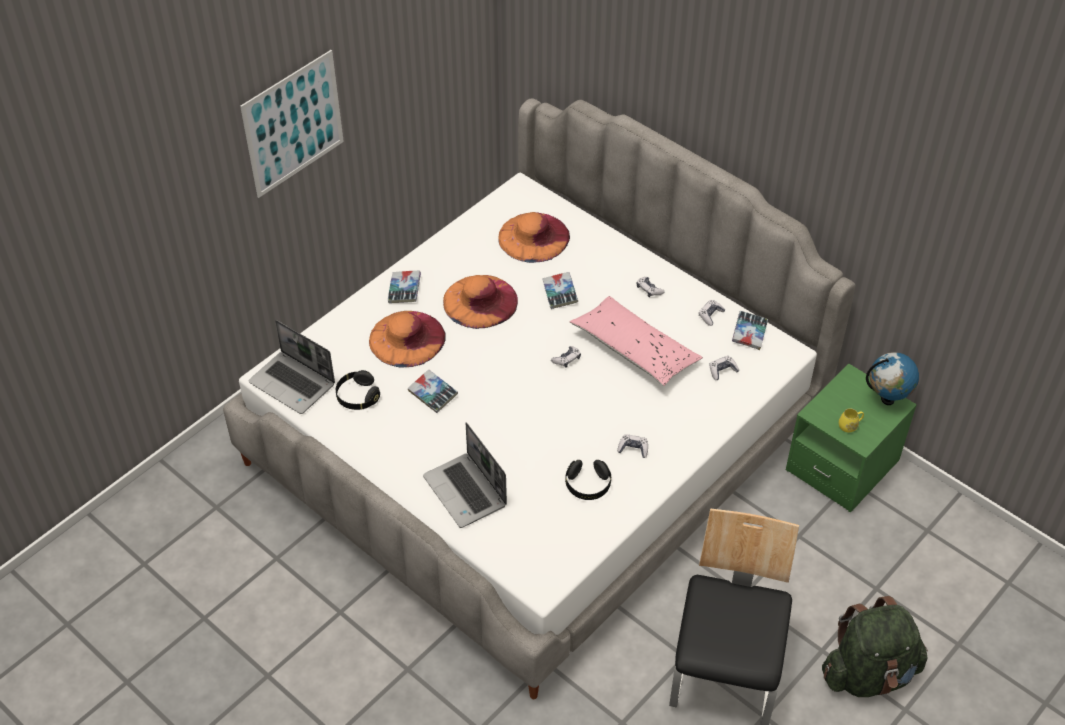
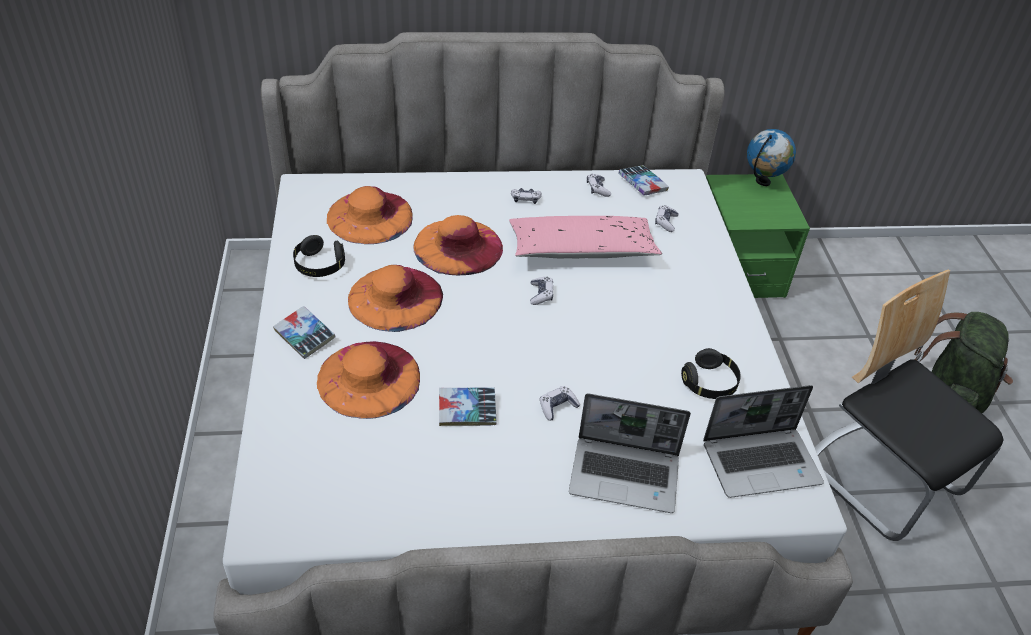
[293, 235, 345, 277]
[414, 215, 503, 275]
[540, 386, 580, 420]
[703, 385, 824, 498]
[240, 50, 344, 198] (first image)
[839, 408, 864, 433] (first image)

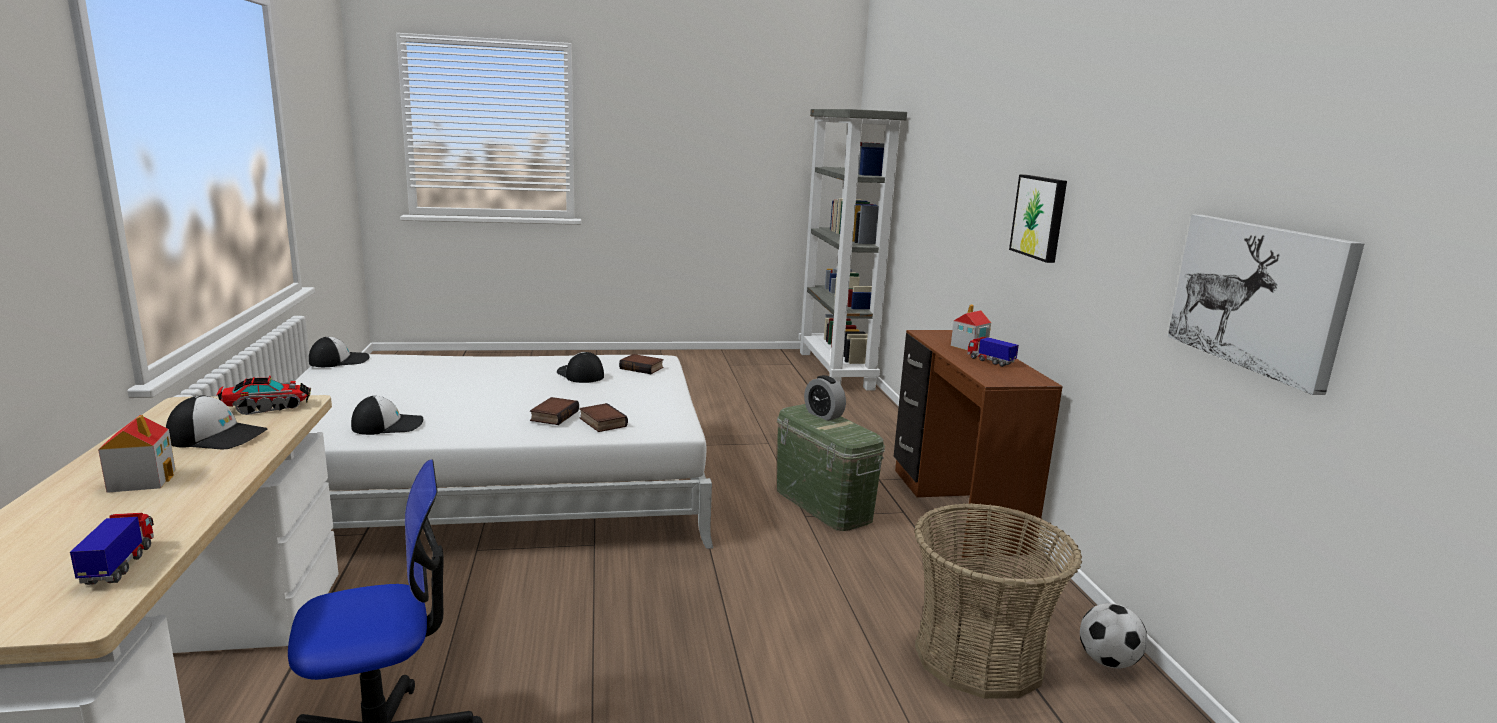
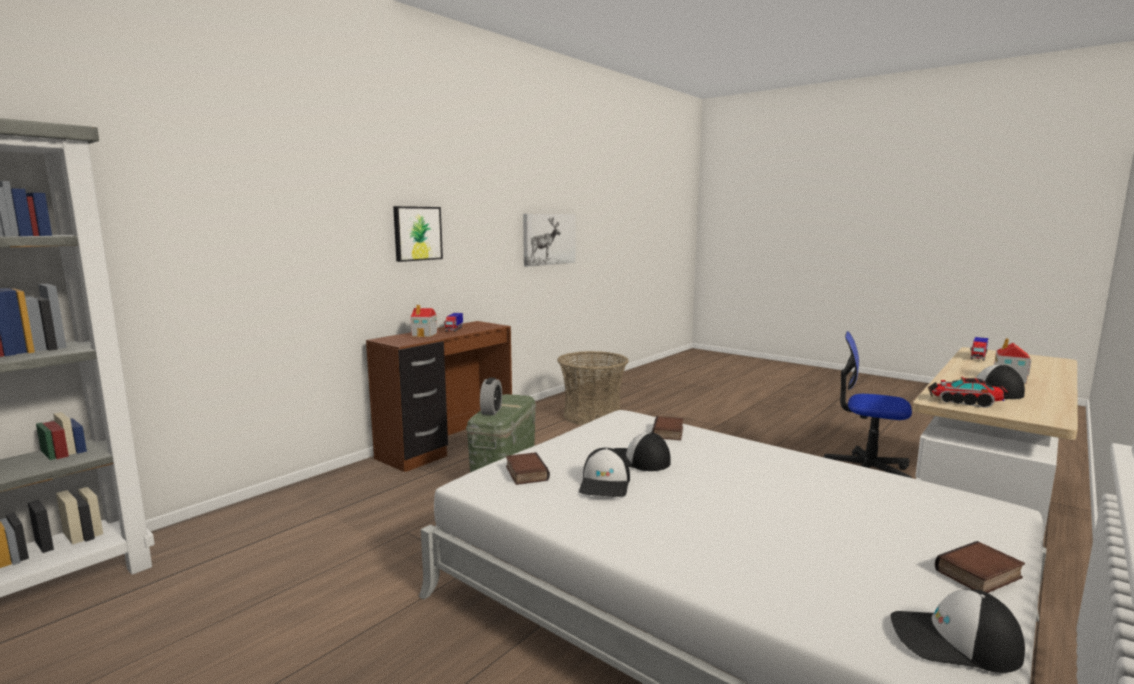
[614, 432, 671, 471]
[935, 541, 1025, 593]
[1080, 603, 1147, 668] (first image)

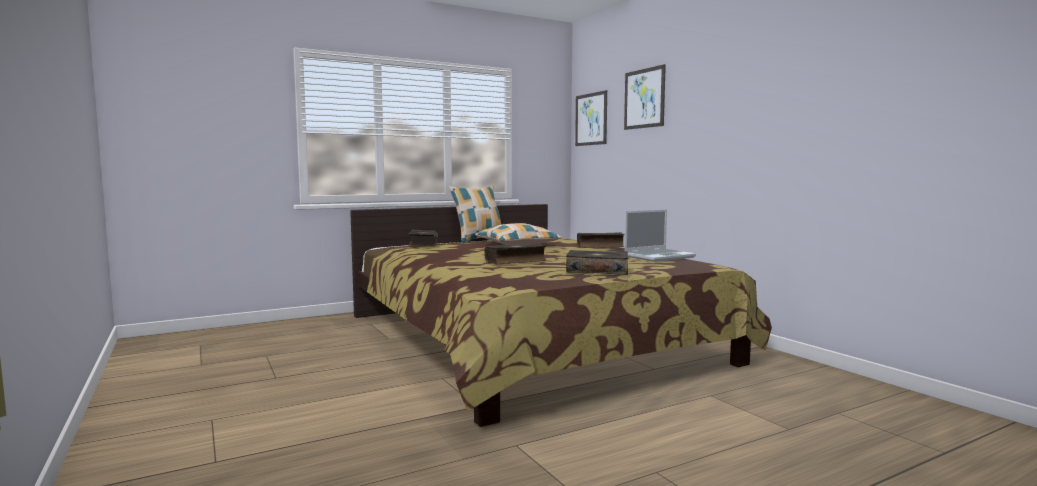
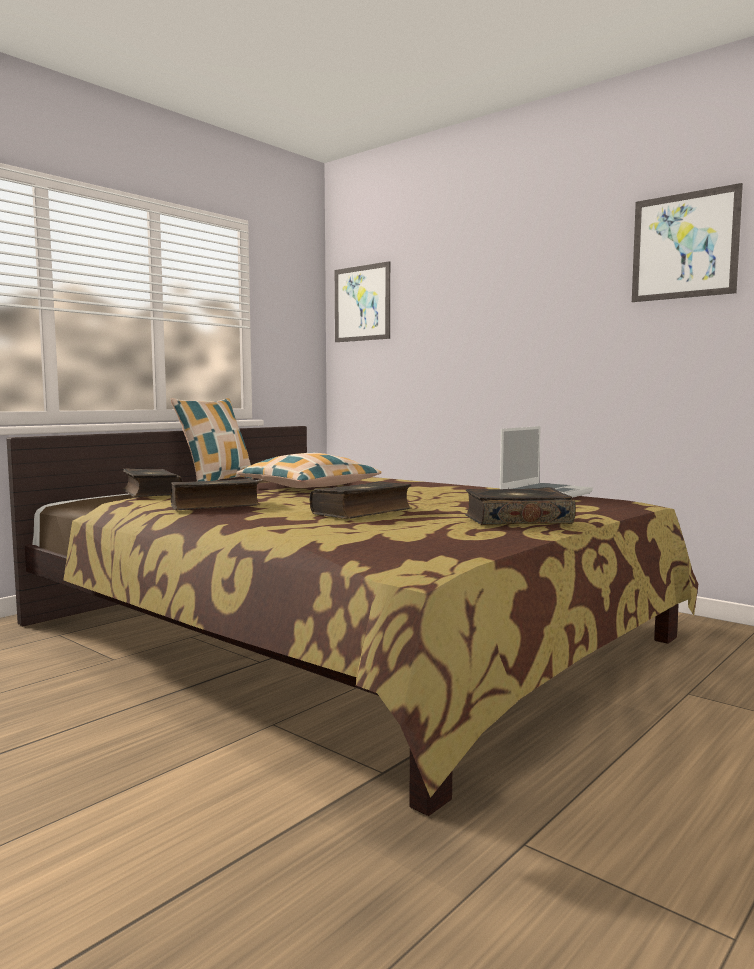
[170, 478, 260, 510]
[632, 183, 743, 302]

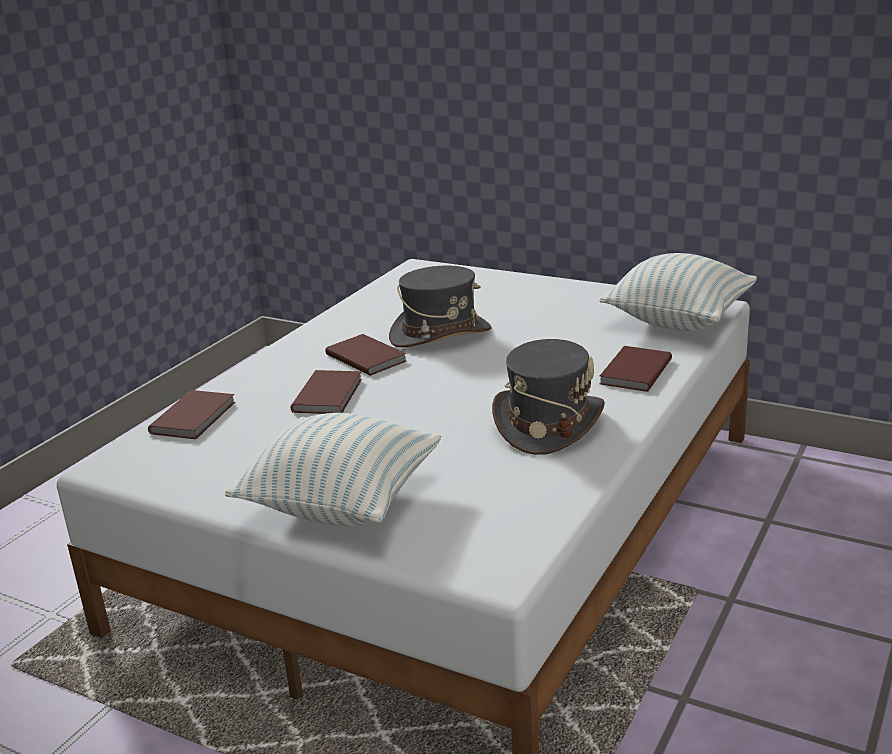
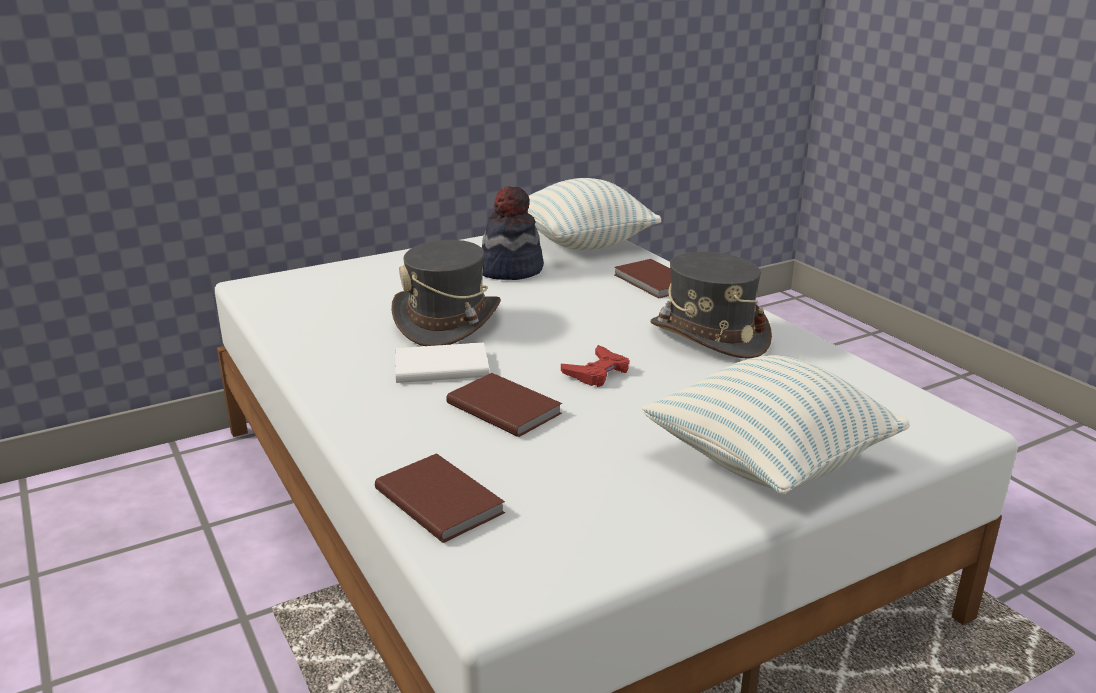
[395, 342, 490, 383]
[482, 186, 544, 280]
[561, 345, 629, 387]

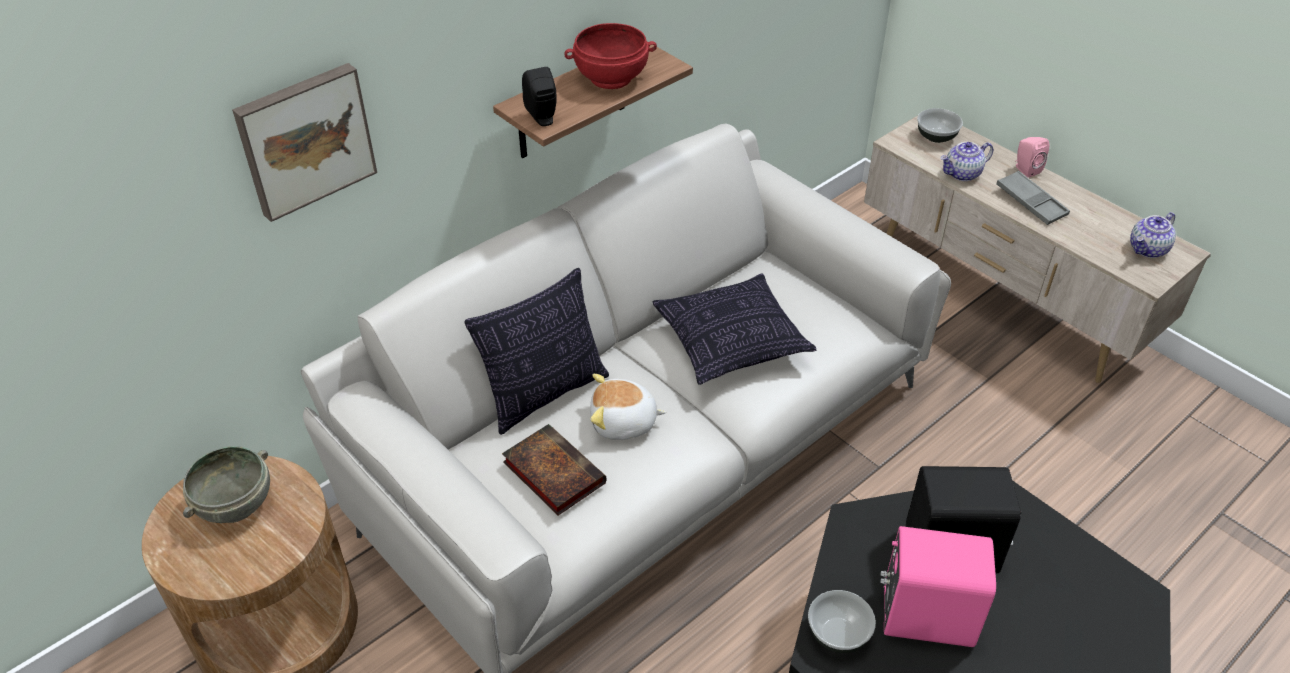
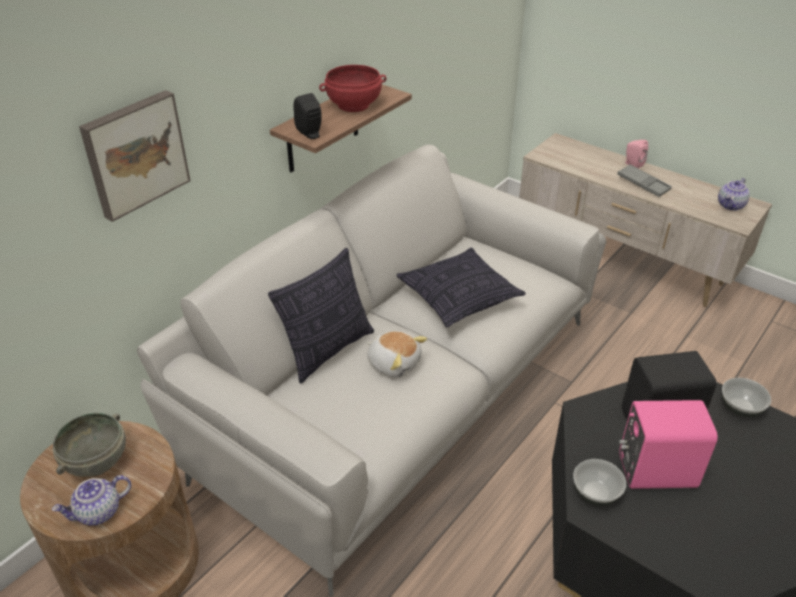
[52, 475, 131, 526]
[367, 331, 427, 378]
[722, 378, 771, 417]
[502, 424, 606, 516] (first image)

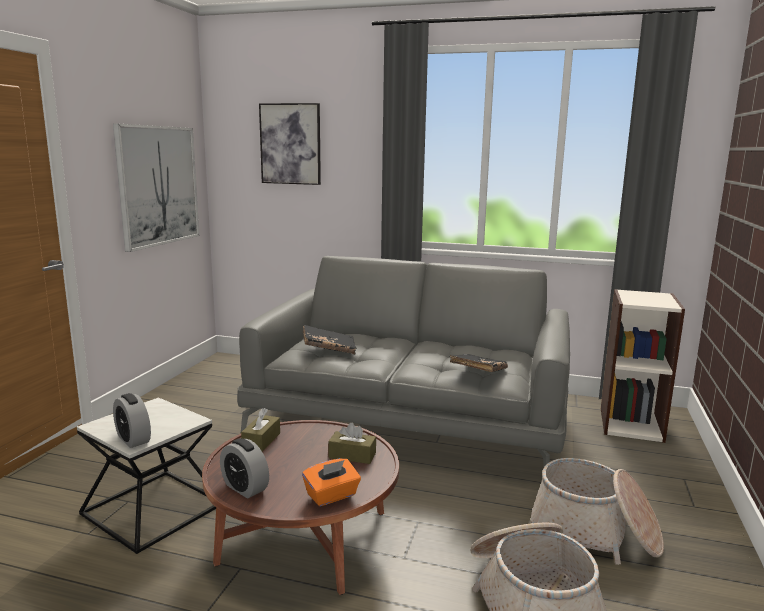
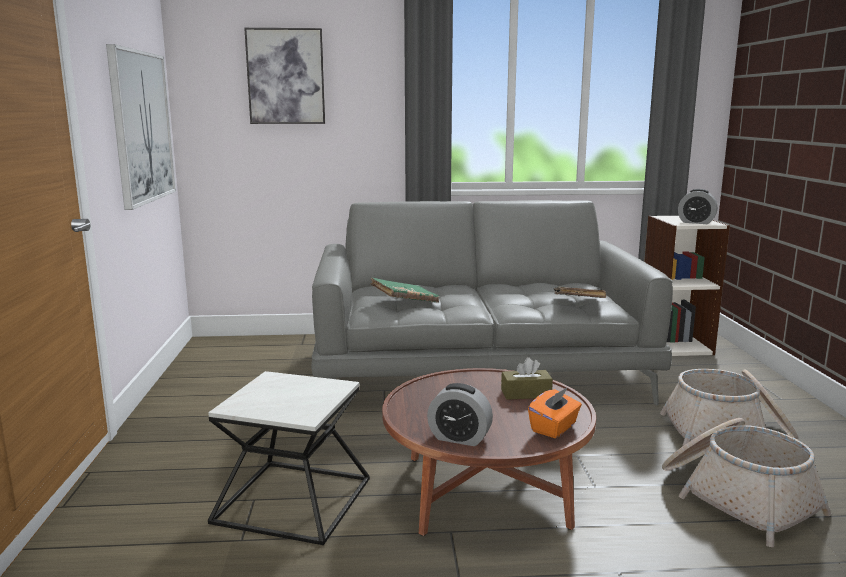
[370, 278, 439, 303]
[678, 189, 718, 224]
[241, 408, 280, 452] (first image)

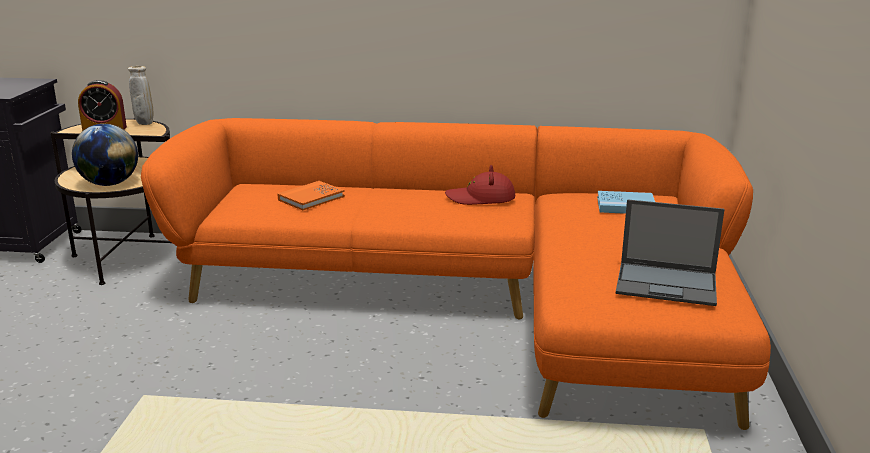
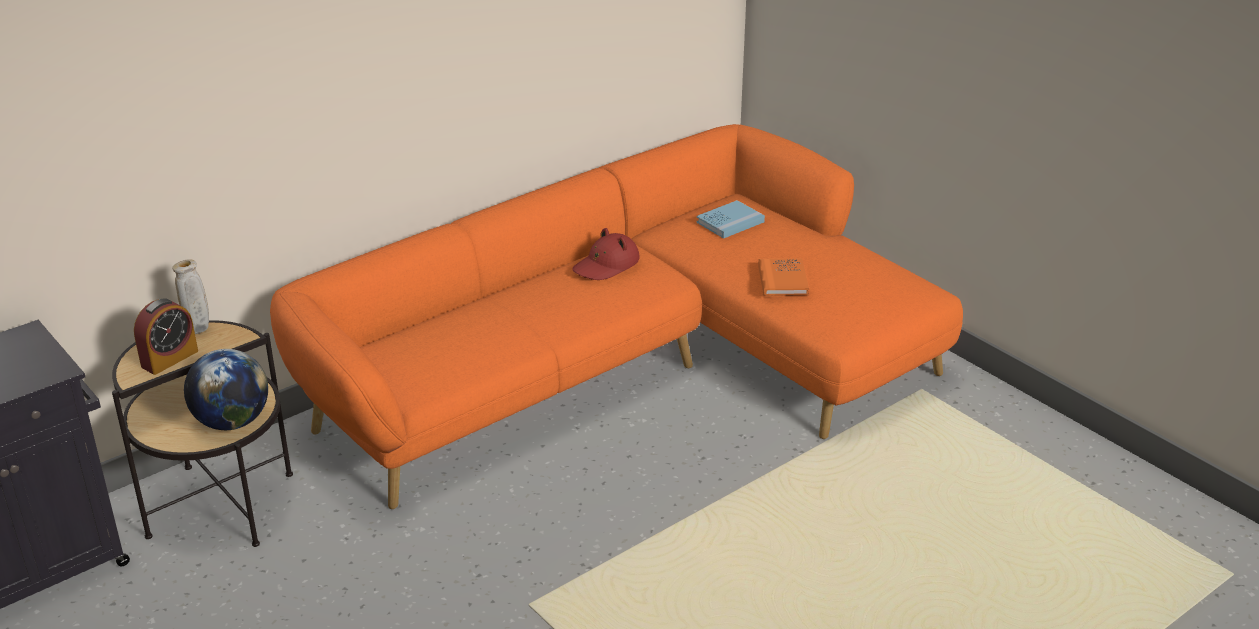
[758, 258, 809, 296]
[616, 199, 725, 306] (first image)

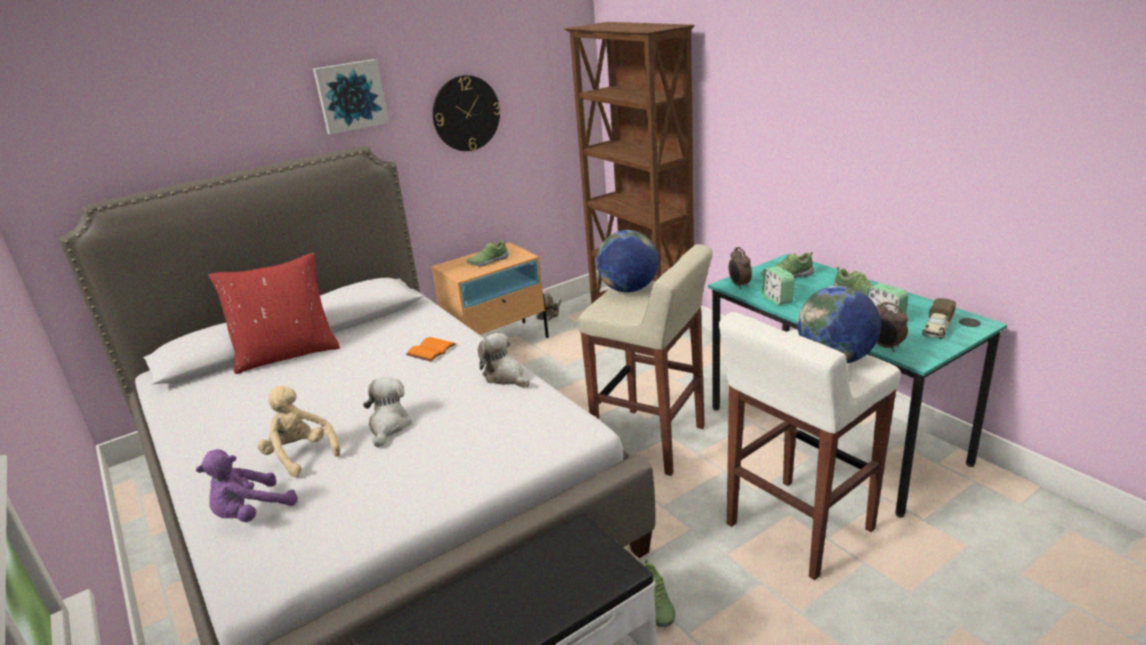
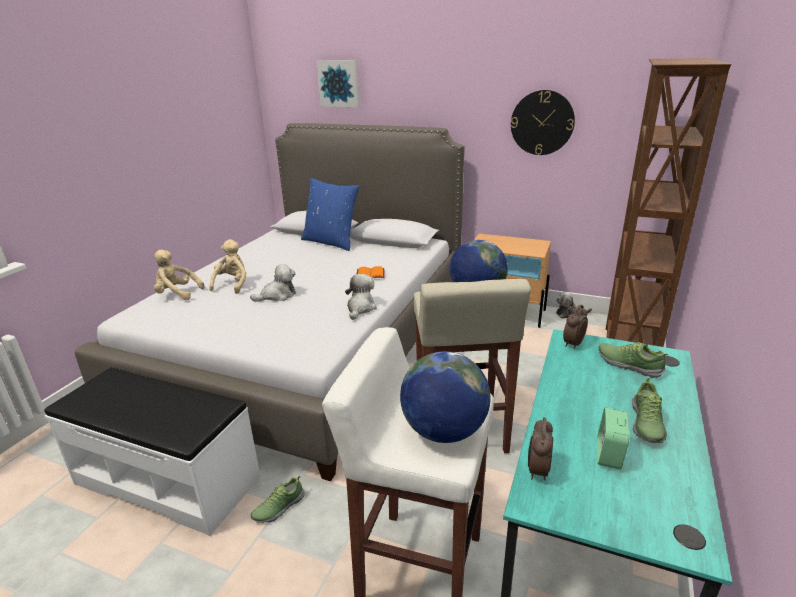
[154, 250, 204, 300]
[301, 178, 359, 251]
[316, 60, 360, 107]
[467, 240, 509, 267] (first image)
[762, 266, 795, 305] (first image)
[922, 298, 956, 339] (first image)

